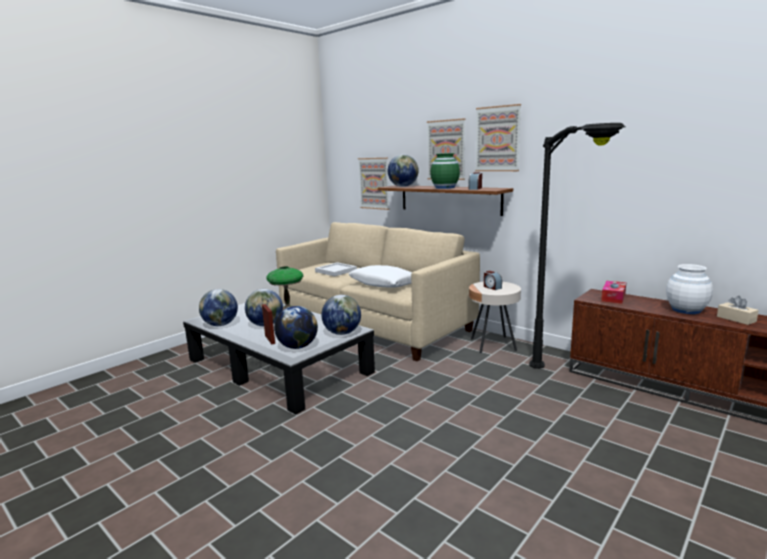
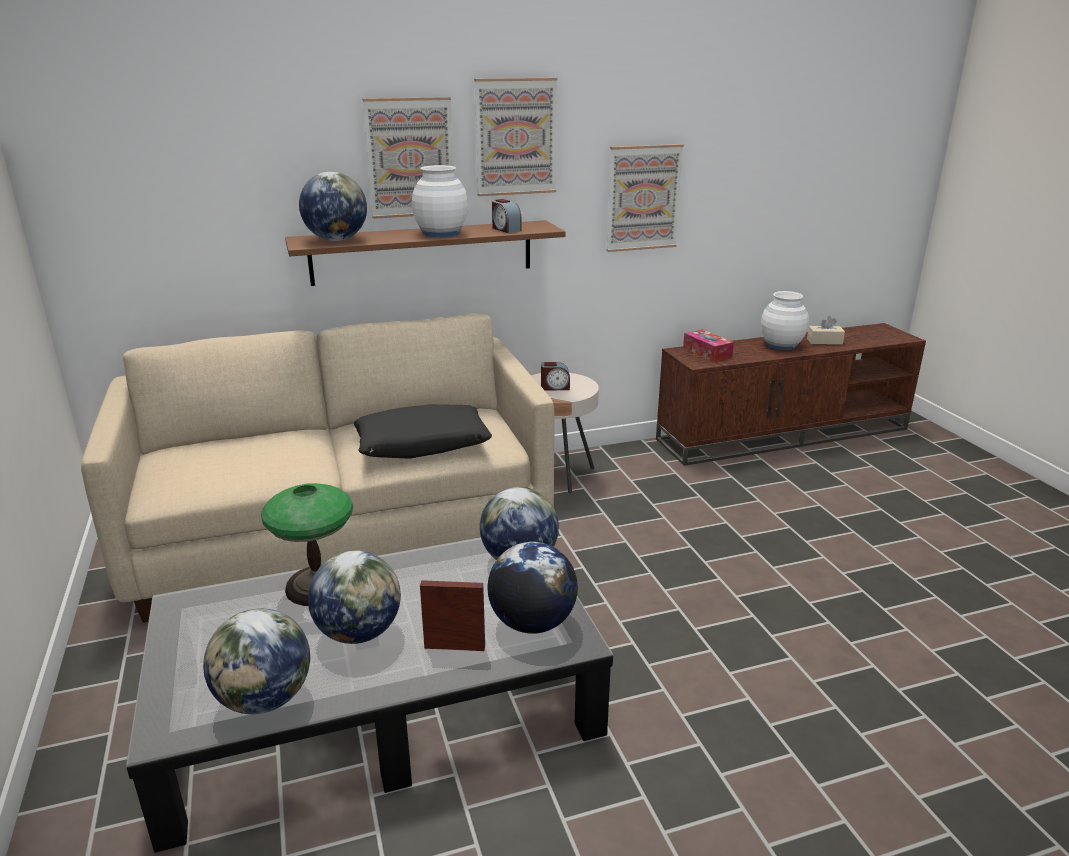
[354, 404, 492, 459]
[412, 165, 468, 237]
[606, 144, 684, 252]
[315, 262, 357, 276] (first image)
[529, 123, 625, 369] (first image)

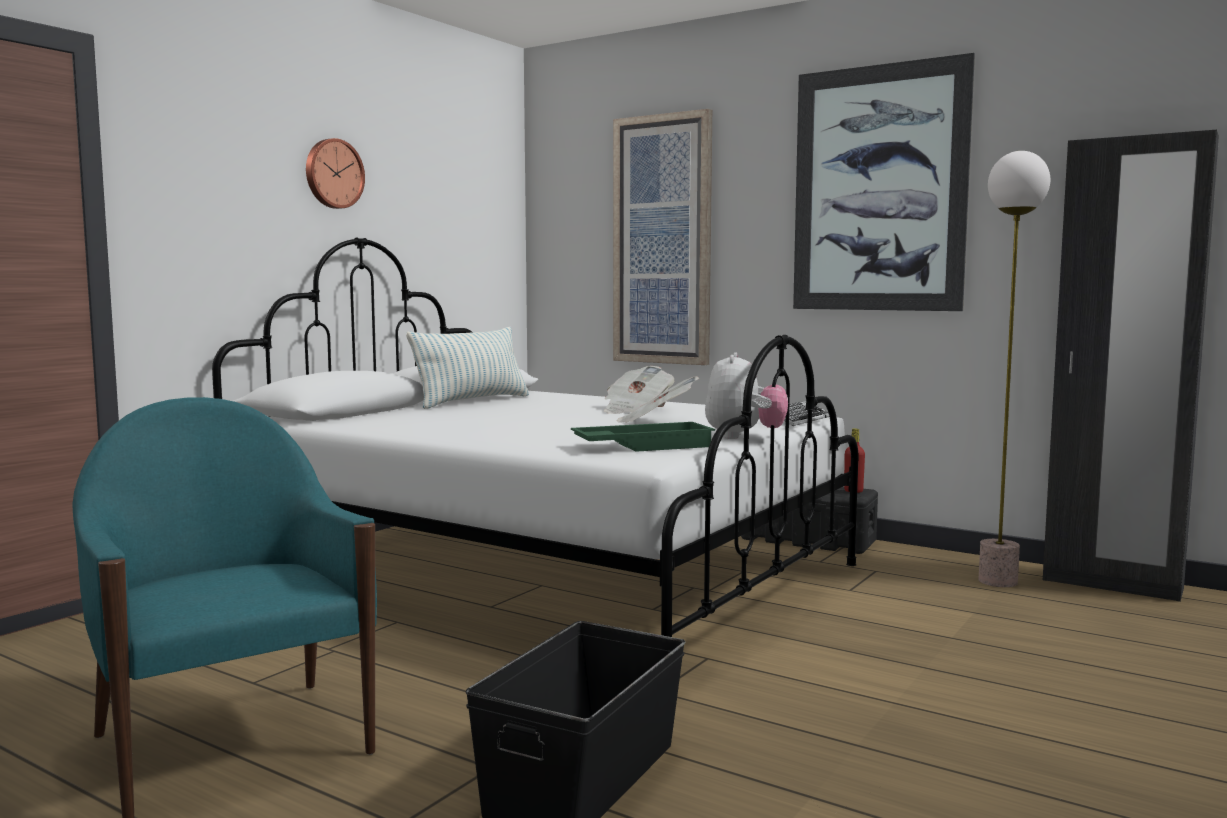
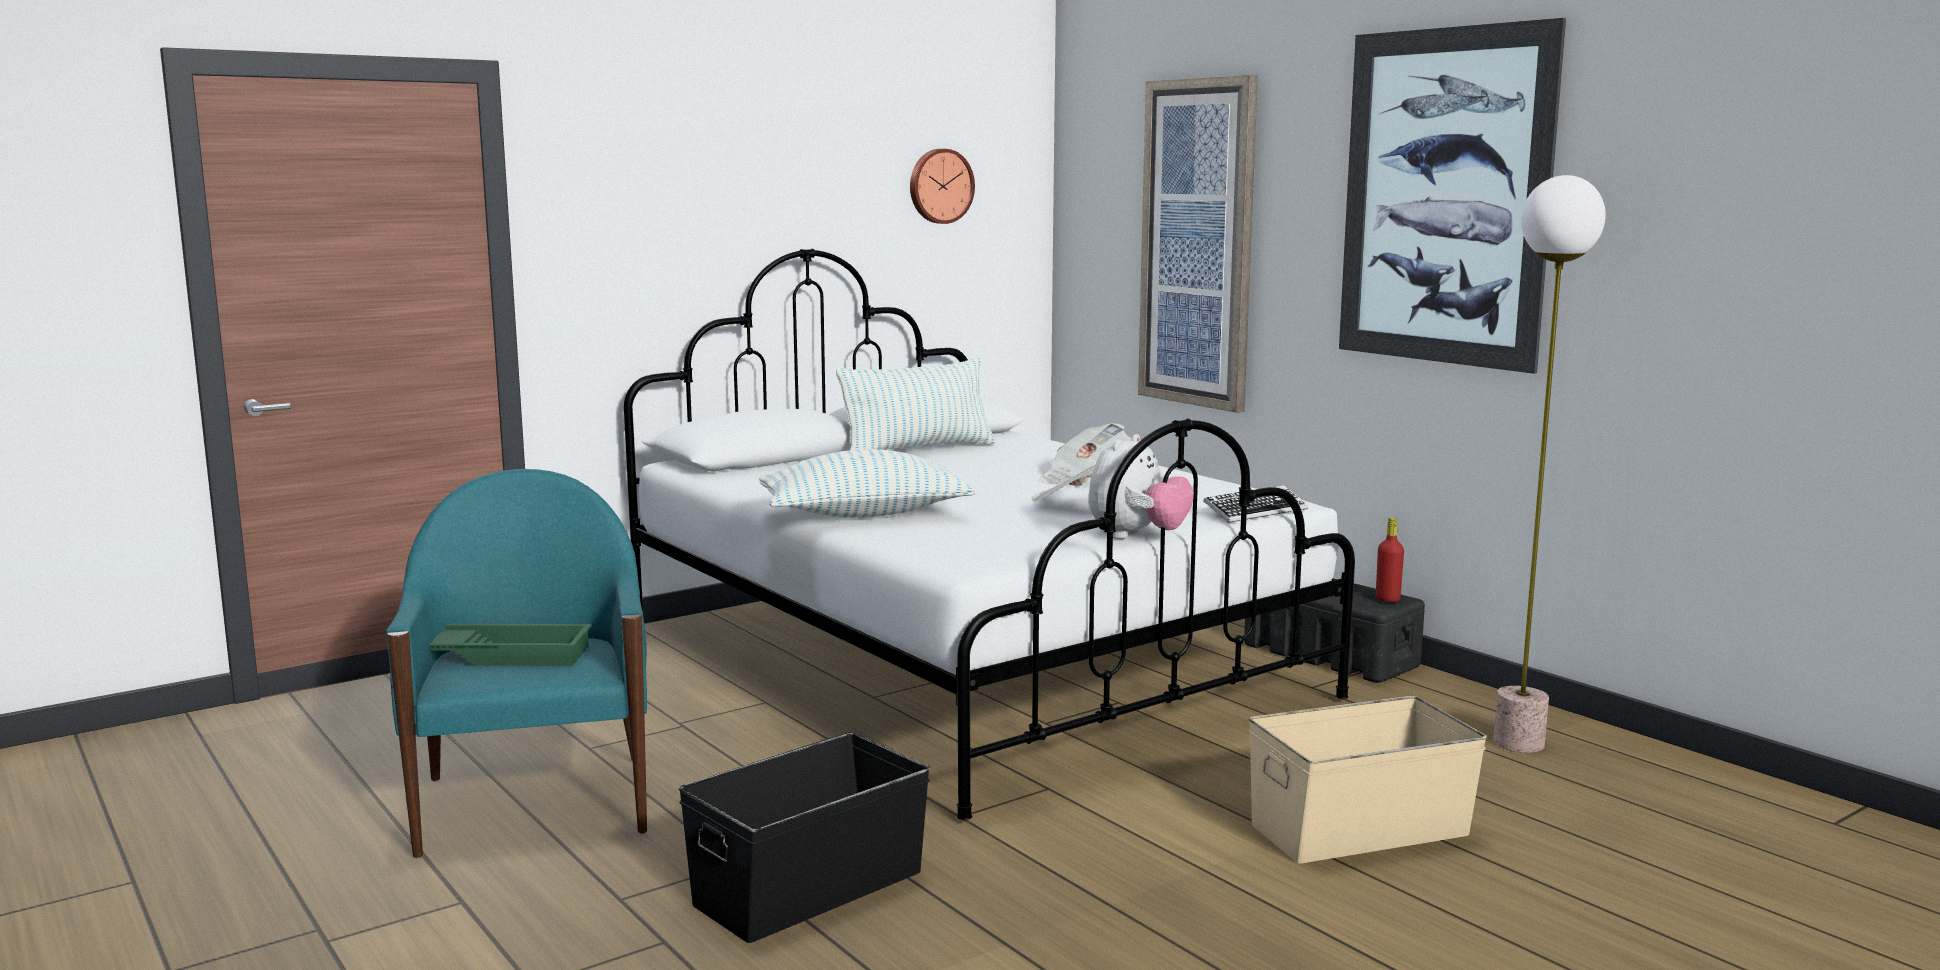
[429, 624, 592, 666]
[759, 449, 975, 518]
[910, 149, 975, 224]
[1249, 696, 1487, 864]
[1043, 130, 1219, 602] (first image)

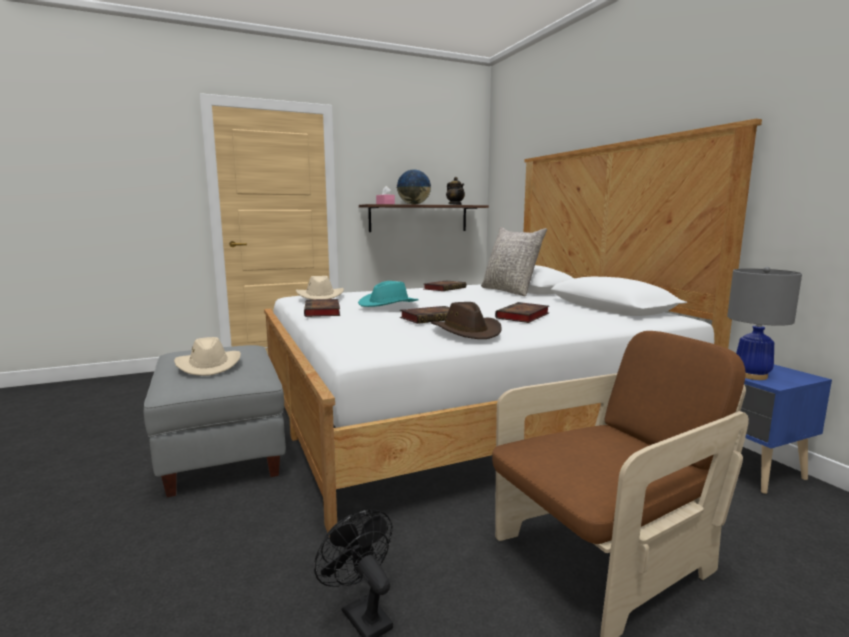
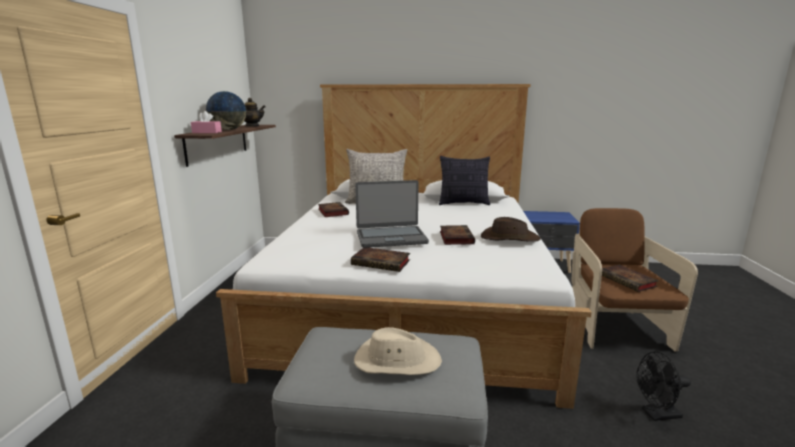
[355, 180, 429, 248]
[439, 156, 490, 205]
[602, 265, 659, 292]
[296, 276, 344, 299] (first image)
[727, 267, 802, 380] (first image)

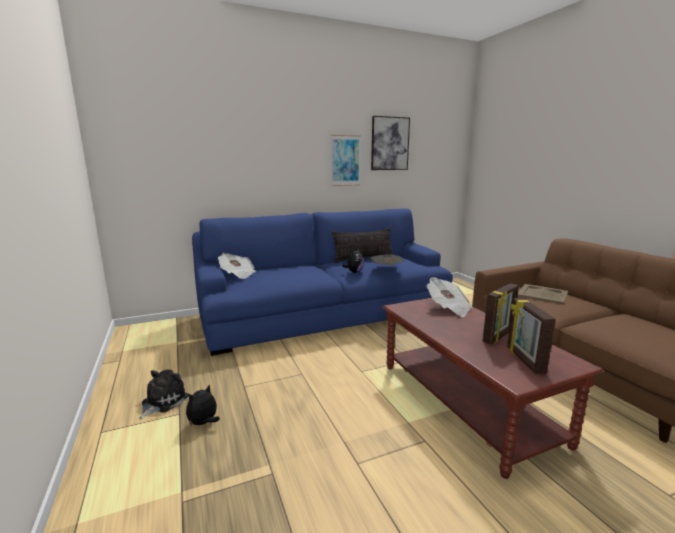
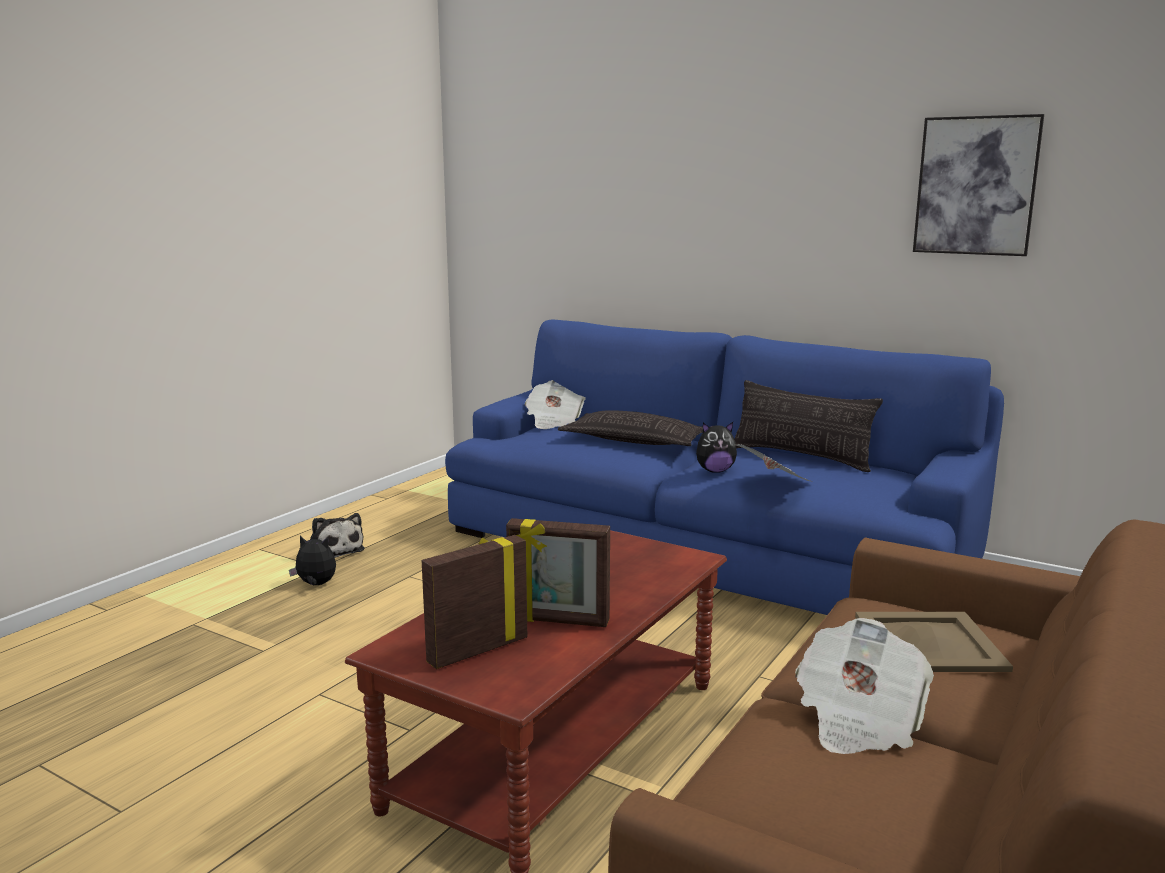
[310, 513, 365, 558]
[558, 410, 703, 446]
[795, 618, 934, 754]
[331, 135, 361, 186] (first image)

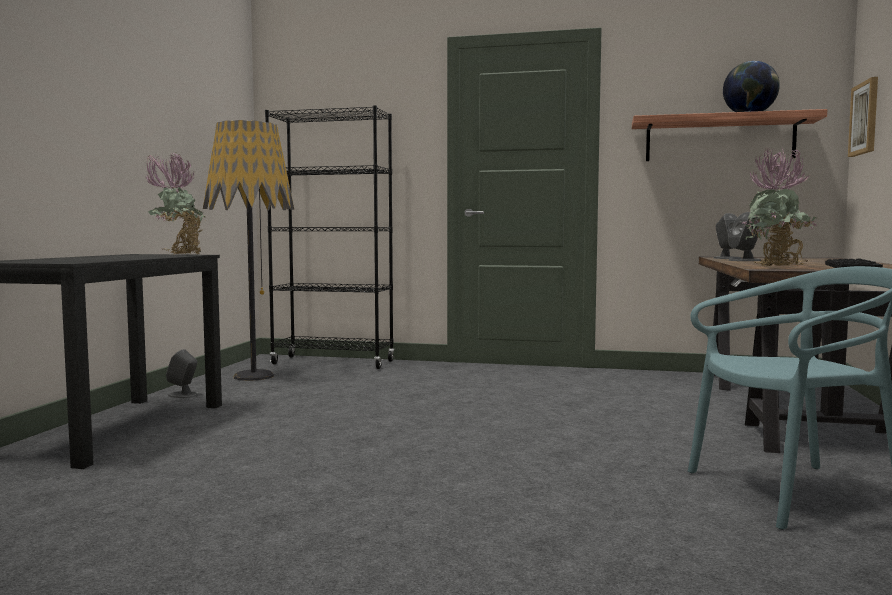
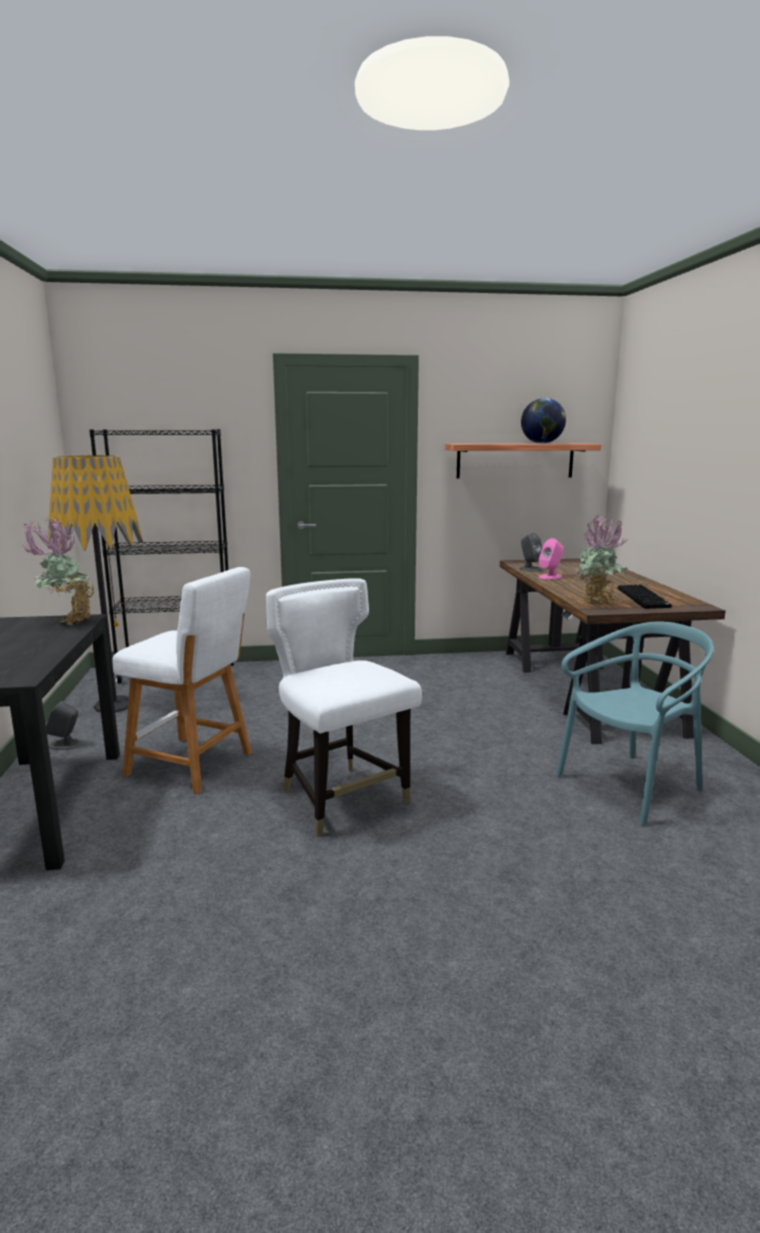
[112, 567, 252, 794]
[266, 578, 422, 836]
[539, 538, 564, 579]
[848, 77, 878, 157] (first image)

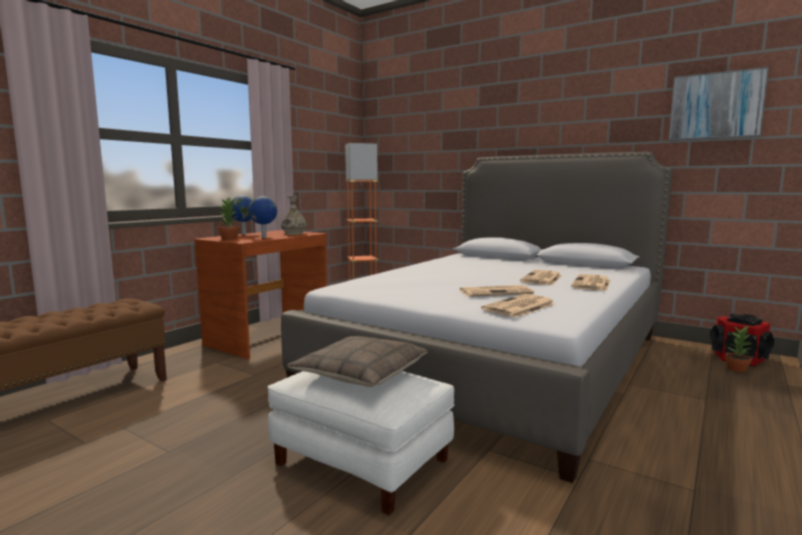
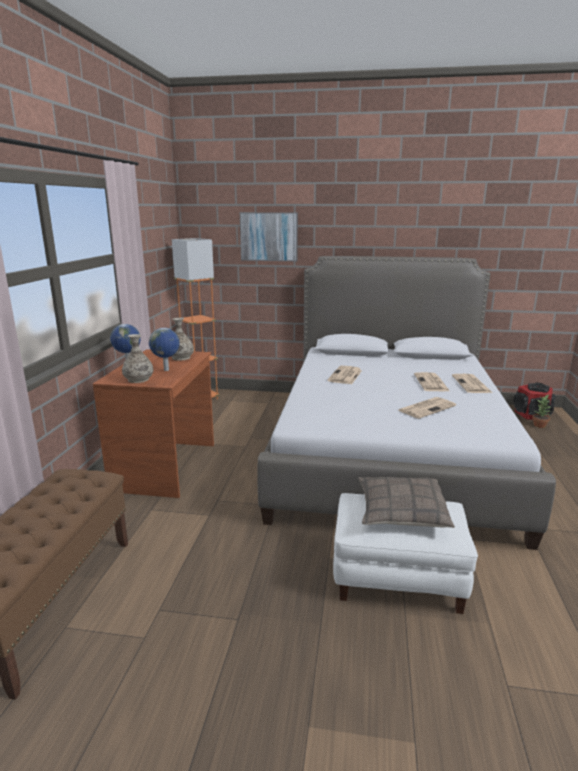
[122, 334, 153, 383]
[240, 212, 298, 261]
[328, 366, 362, 384]

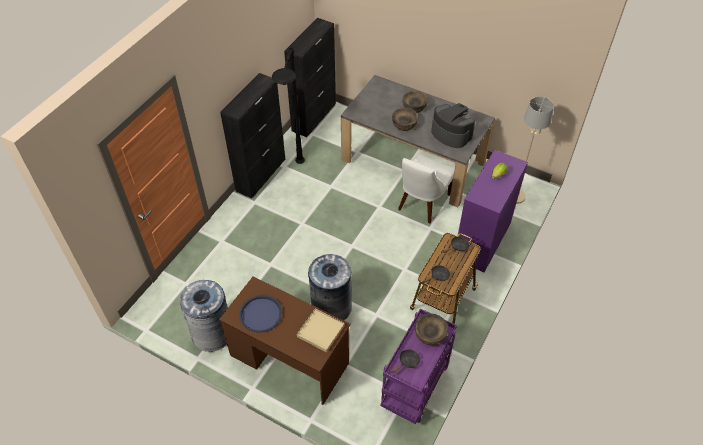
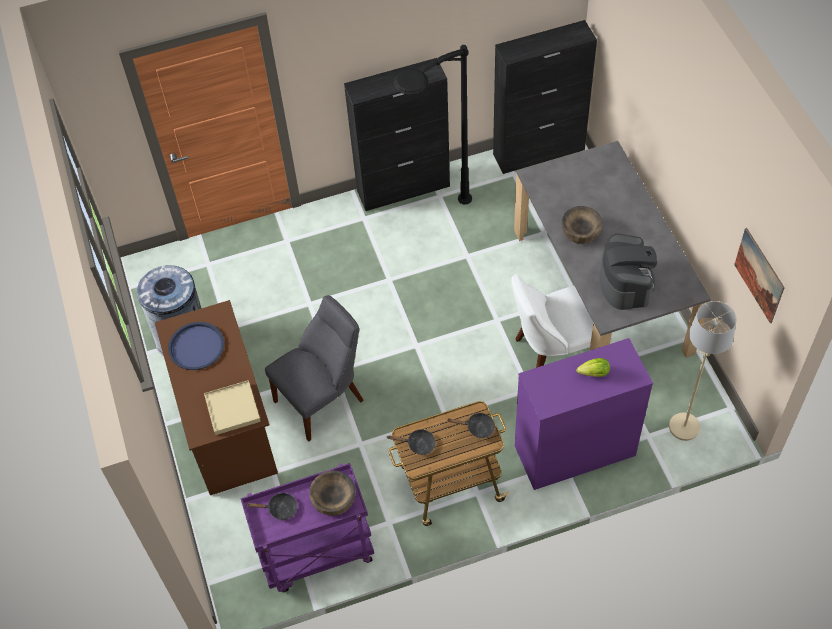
[265, 295, 364, 442]
[734, 228, 785, 323]
[402, 91, 428, 113] (first image)

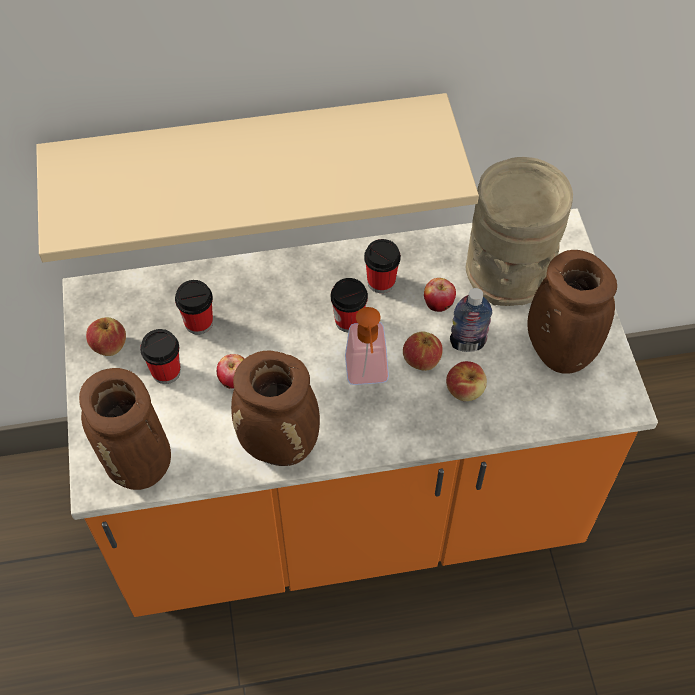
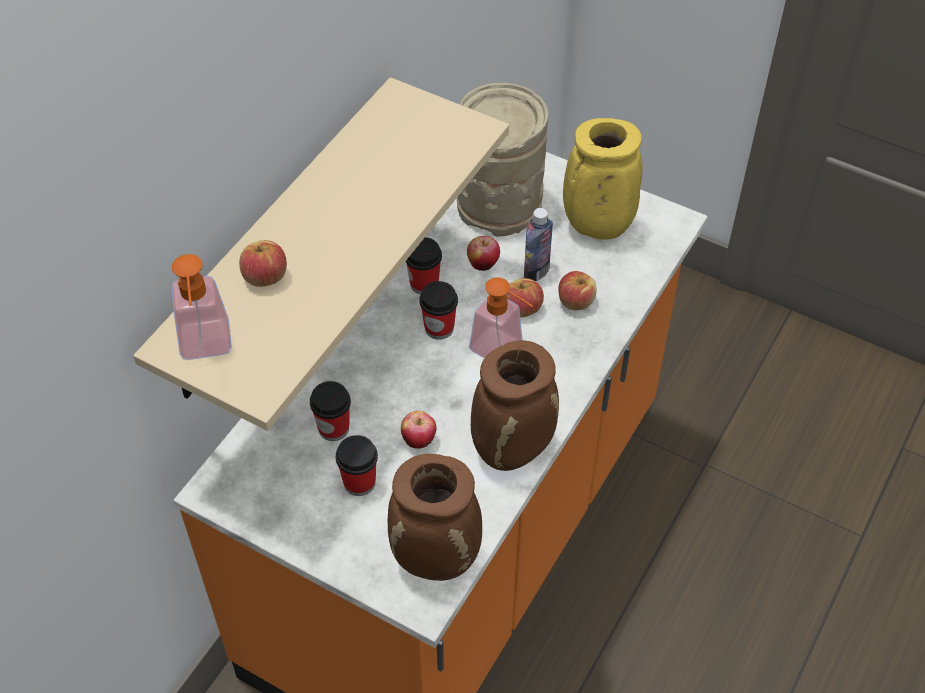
[172, 254, 232, 360]
[239, 240, 287, 287]
[563, 118, 643, 240]

